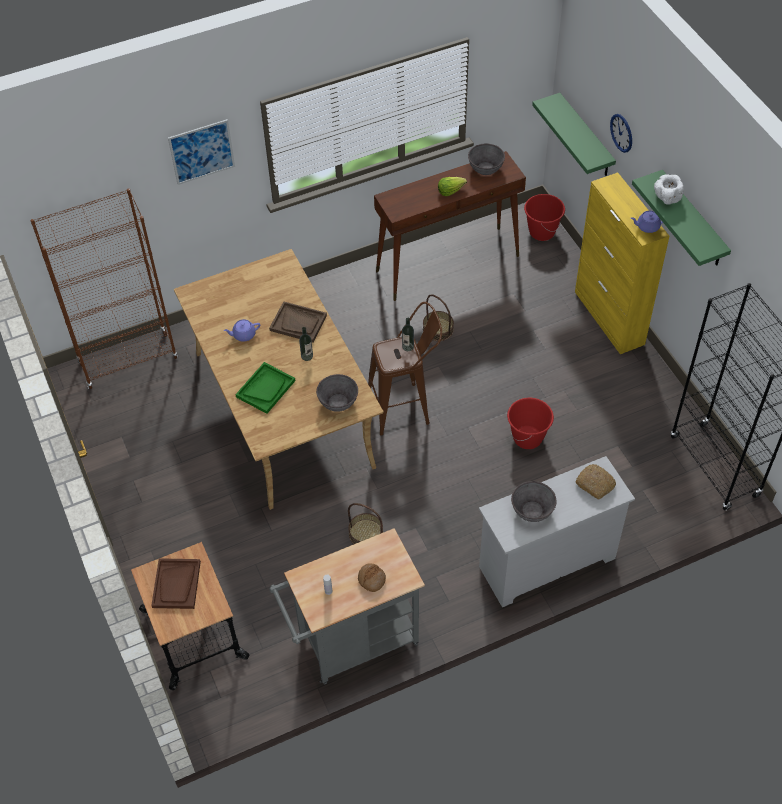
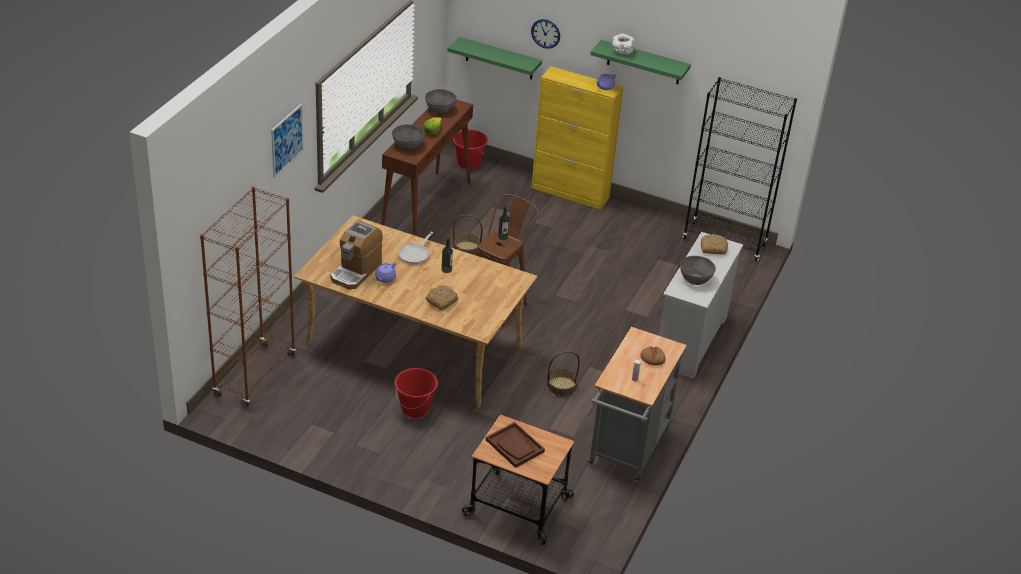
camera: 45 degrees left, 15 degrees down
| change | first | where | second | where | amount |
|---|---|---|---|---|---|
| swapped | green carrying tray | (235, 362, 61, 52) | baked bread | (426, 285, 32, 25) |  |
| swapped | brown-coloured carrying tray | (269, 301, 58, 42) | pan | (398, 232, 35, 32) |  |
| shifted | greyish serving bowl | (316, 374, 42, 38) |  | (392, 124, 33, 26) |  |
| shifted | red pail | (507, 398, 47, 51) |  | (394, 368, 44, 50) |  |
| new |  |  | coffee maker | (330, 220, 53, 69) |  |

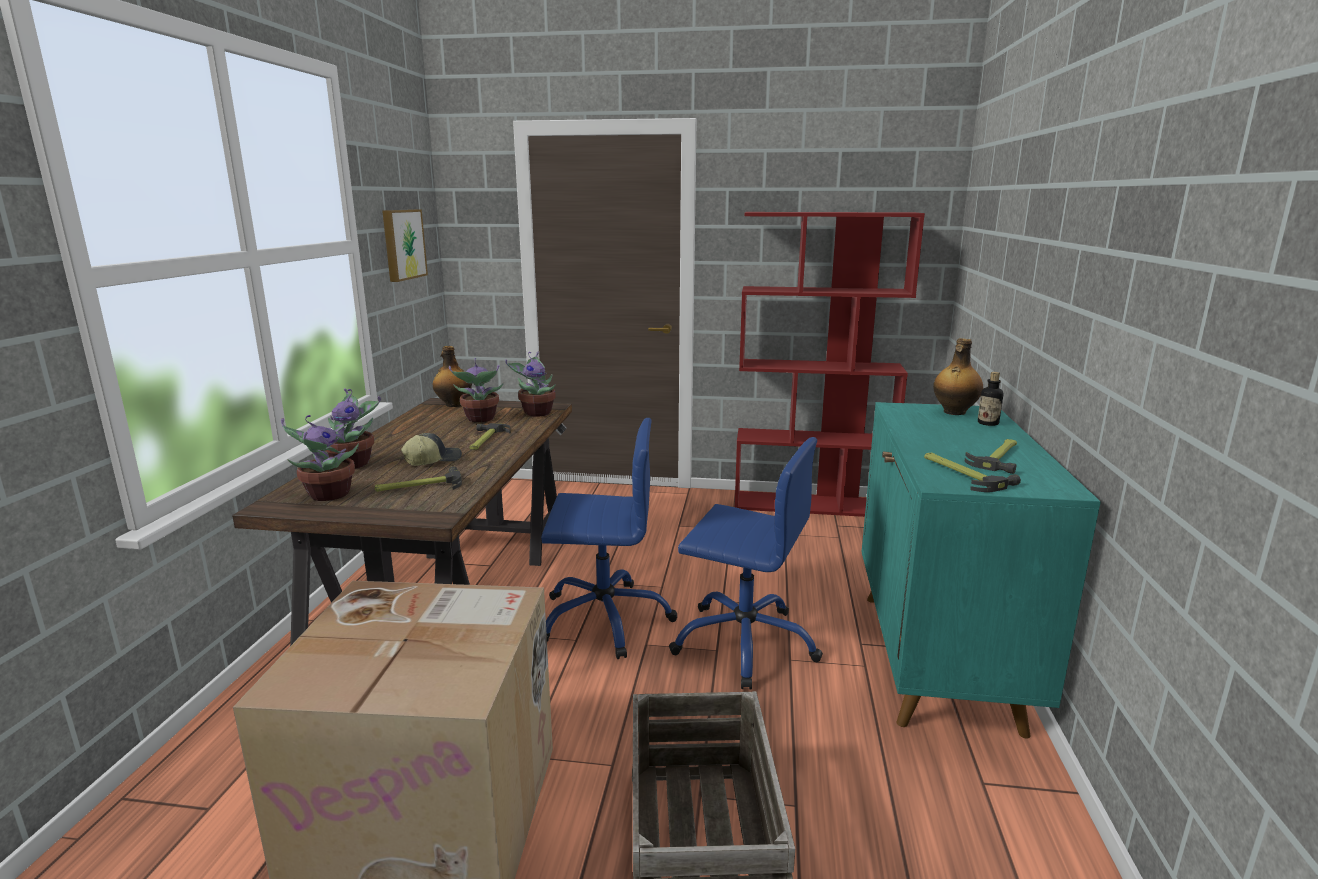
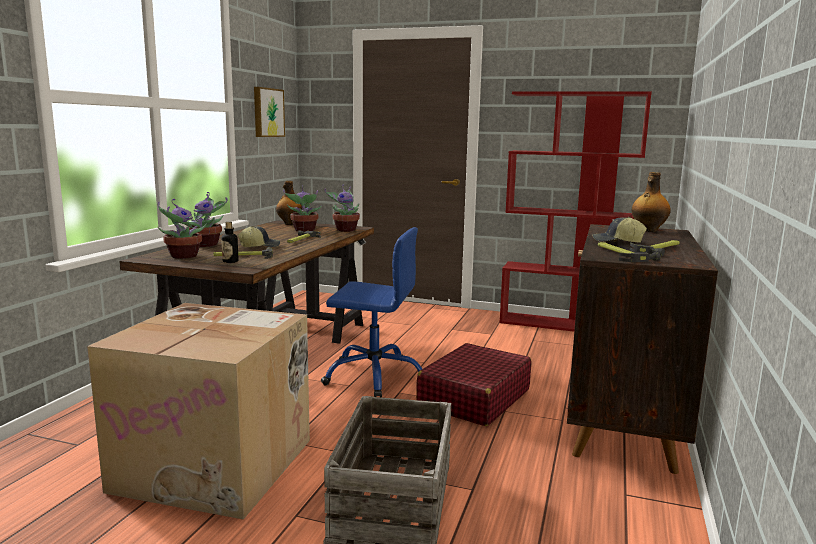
camera: 10 degrees right, 5 degrees down
| change | first | where | second | where | amount |
|---|---|---|---|---|---|
| swapped | bluish computer chair | (669, 437, 154, 253) | red suitcase | (416, 343, 115, 83) |  |
| repainted | turquoise-coloured storage cabinet | (862, 402, 239, 337) | brown-coloured storage cabinet | (567, 224, 151, 250) |  |
| shifted | drink bottle | (978, 372, 25, 54) |  | (221, 222, 17, 41) |  |
| new |  |  | peaked cap | (592, 217, 55, 26) |  |

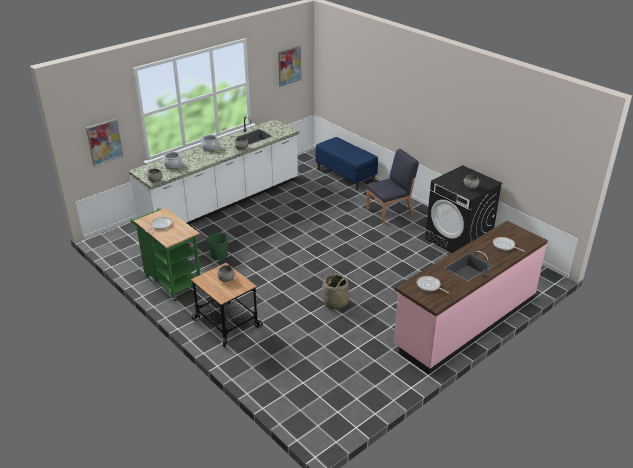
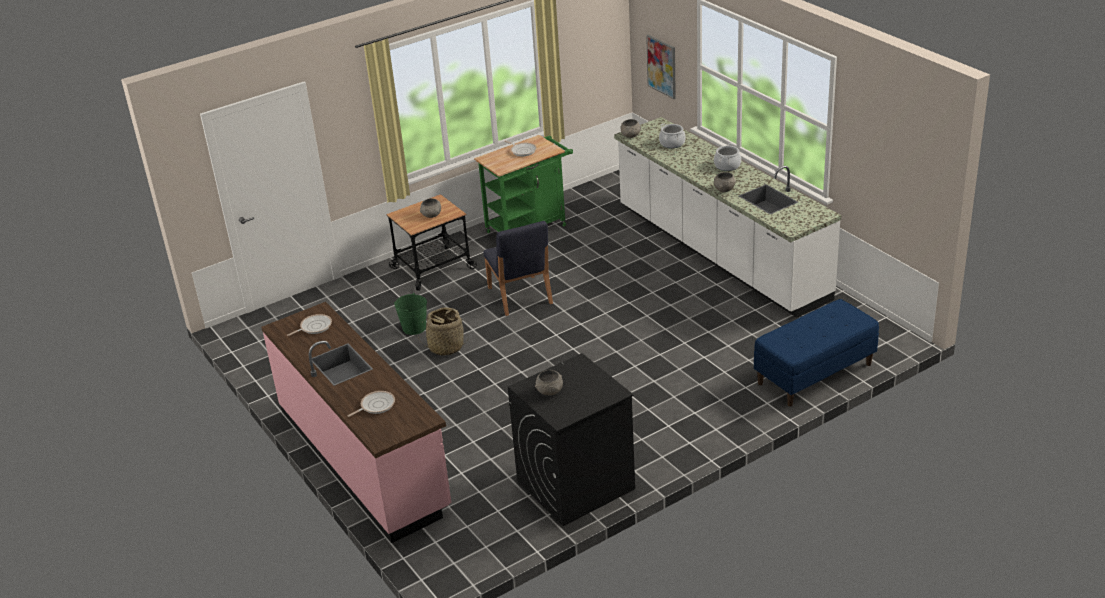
camera: 100 degrees right, 0 degrees up
| change | first | where | second | where | amount |
|---|---|---|---|---|---|
| shifted | green pail | (206, 233, 23, 27) |  | (394, 293, 33, 42) |  |
| gone | wall art | (278, 46, 23, 41) |  |  |  |
| shifted | bluish plain chair | (366, 149, 53, 75) |  | (483, 221, 70, 95) |  |

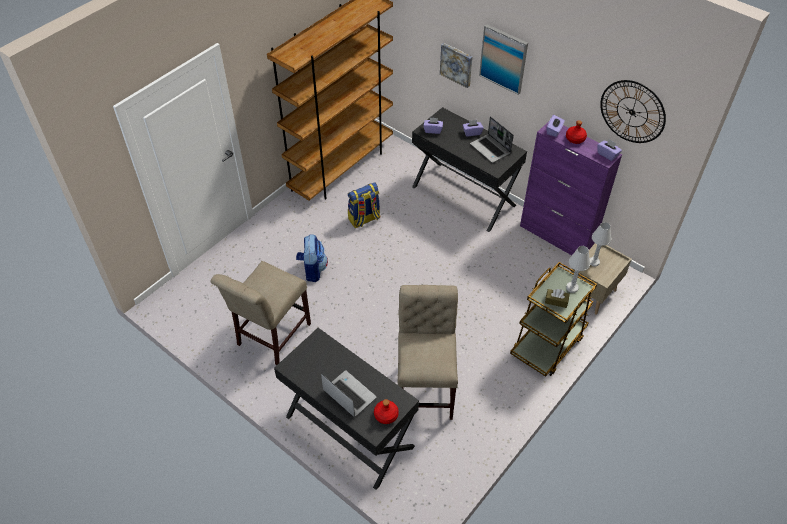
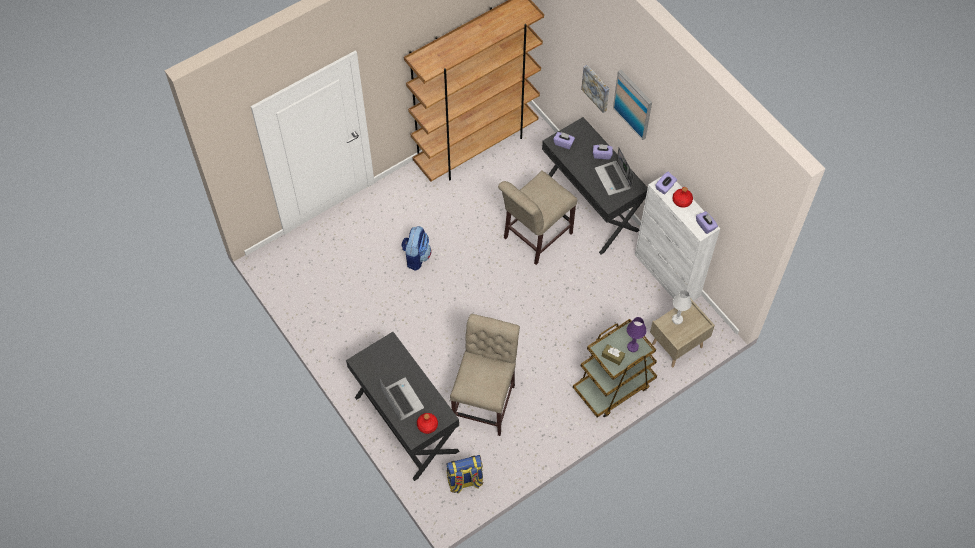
camera: 15 degrees right, 10 degrees up
| change | first | where | second | where | amount |
|---|---|---|---|---|---|
| shifted | beige-coloured plain chair | (211, 261, 100, 104) |  | (498, 170, 79, 95) |  |
| shifted | backpack | (348, 182, 32, 46) |  | (446, 455, 38, 39) |  |
| repainted | purple-coloured storage cabinet | (520, 122, 102, 133) | white storage cabinet | (635, 176, 85, 125) |  |
| repainted | white lamp for a table | (566, 246, 24, 47) | purple-coloured lamp for a table | (627, 317, 20, 35) |  |
| gone | hanging clock | (600, 80, 66, 63) |  |  |  |

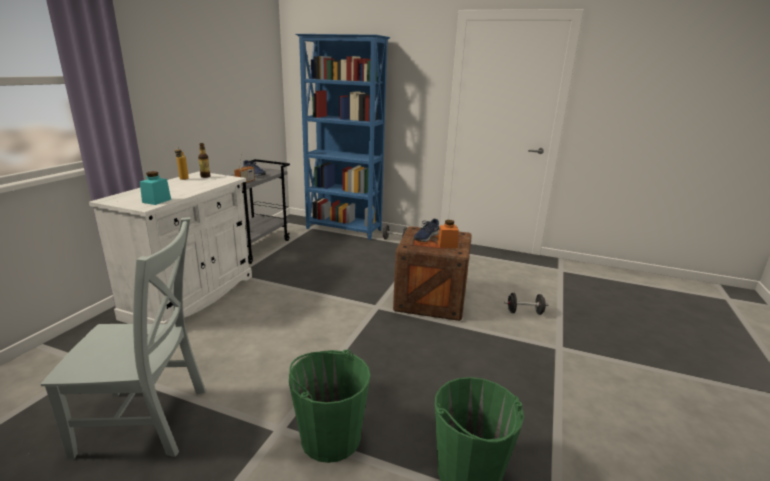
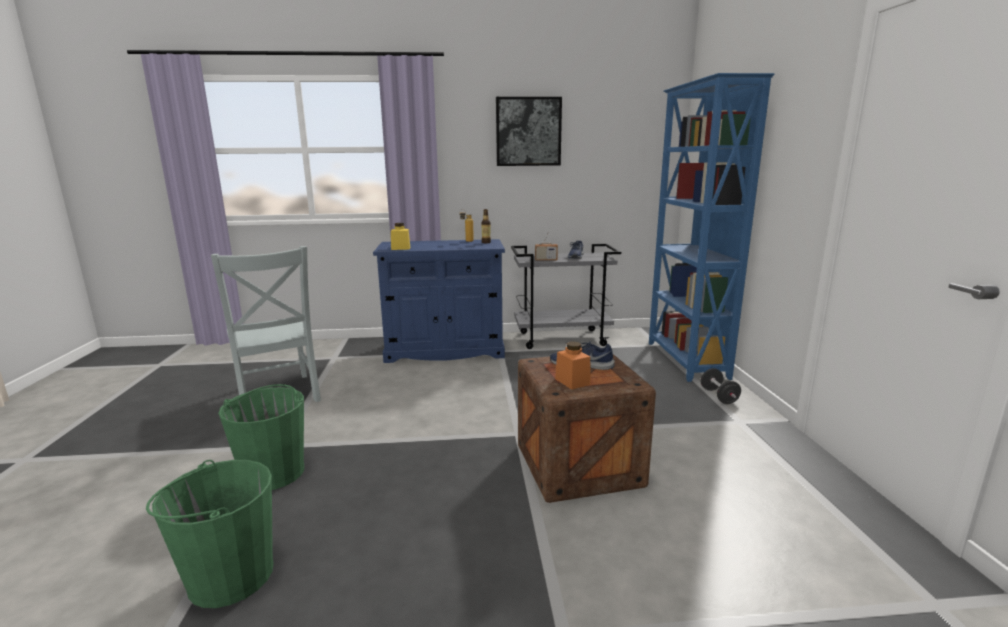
camera: 65 degrees right, 5 degrees down
| change | first | where | second | where | amount |
|---|---|---|---|---|---|
| repainted | white storage cabinet | (89, 171, 163, 153) | bluish storage cabinet | (373, 239, 132, 124) |  |
| repainted | turquoise-coloured preserve jar | (140, 171, 31, 34) | yellow-coloured preserve jar | (391, 223, 19, 27) |  |
| gone | blackish dumbbell | (504, 293, 44, 22) |  |  |  |
| new |  |  | wall art | (496, 97, 66, 69) |  |

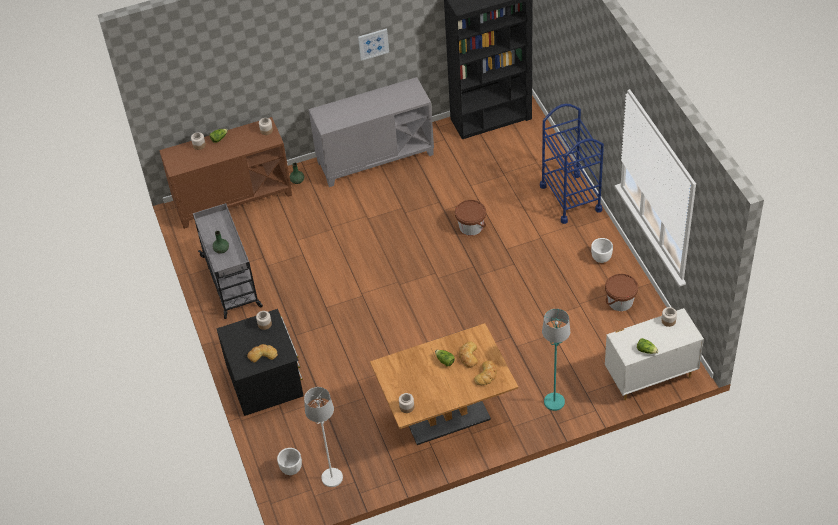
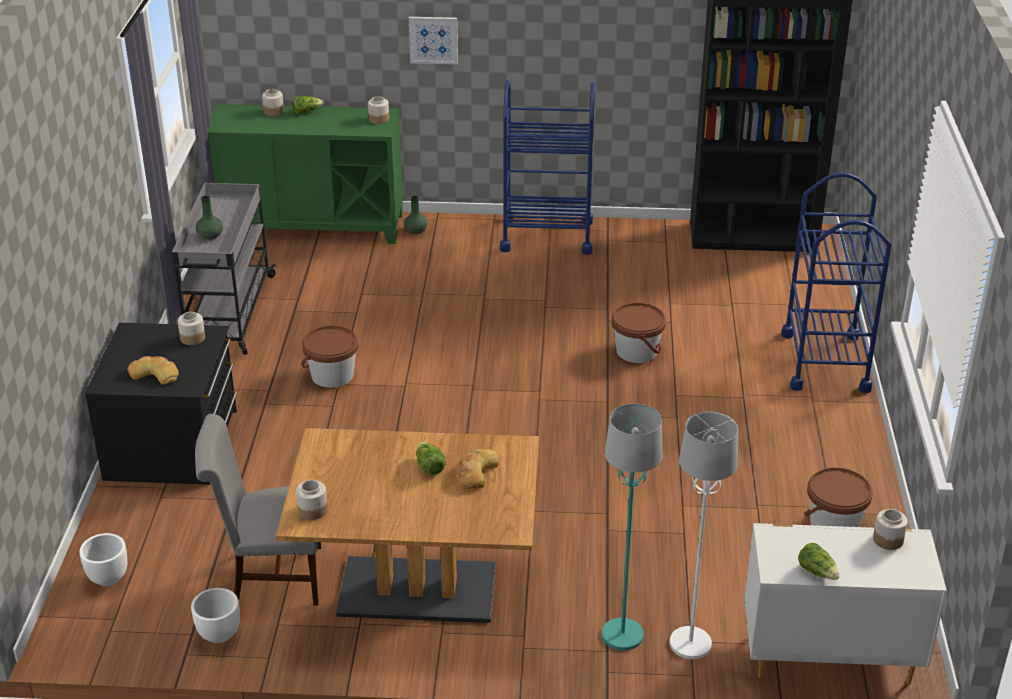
camera: 20 degrees right, 15 degrees down
| change | first | where | second | where | amount |
|---|---|---|---|---|---|
| repainted | brown-coloured storage cabinet | (159, 117, 133, 112) | green storage cabinet | (207, 104, 196, 140) |  |
| shifted | white standing lamp | (304, 387, 39, 100) |  | (670, 411, 68, 248) |  |
| swapped | greyish storage cabinet | (309, 77, 125, 110) | bluish wheeled cart | (500, 80, 95, 175) |  |
| shifted | wall art | (358, 29, 31, 32) |  | (409, 17, 49, 47) |  |
| gone | baked bread | (474, 361, 23, 24) |  |  |  |
| shifted | white planter | (591, 238, 22, 25) |  | (191, 588, 49, 55) |  |
| new |  |  | greyish plain chair | (195, 414, 126, 192) |  |
| new |  |  | brown-coloured pail | (301, 325, 57, 63) |  |

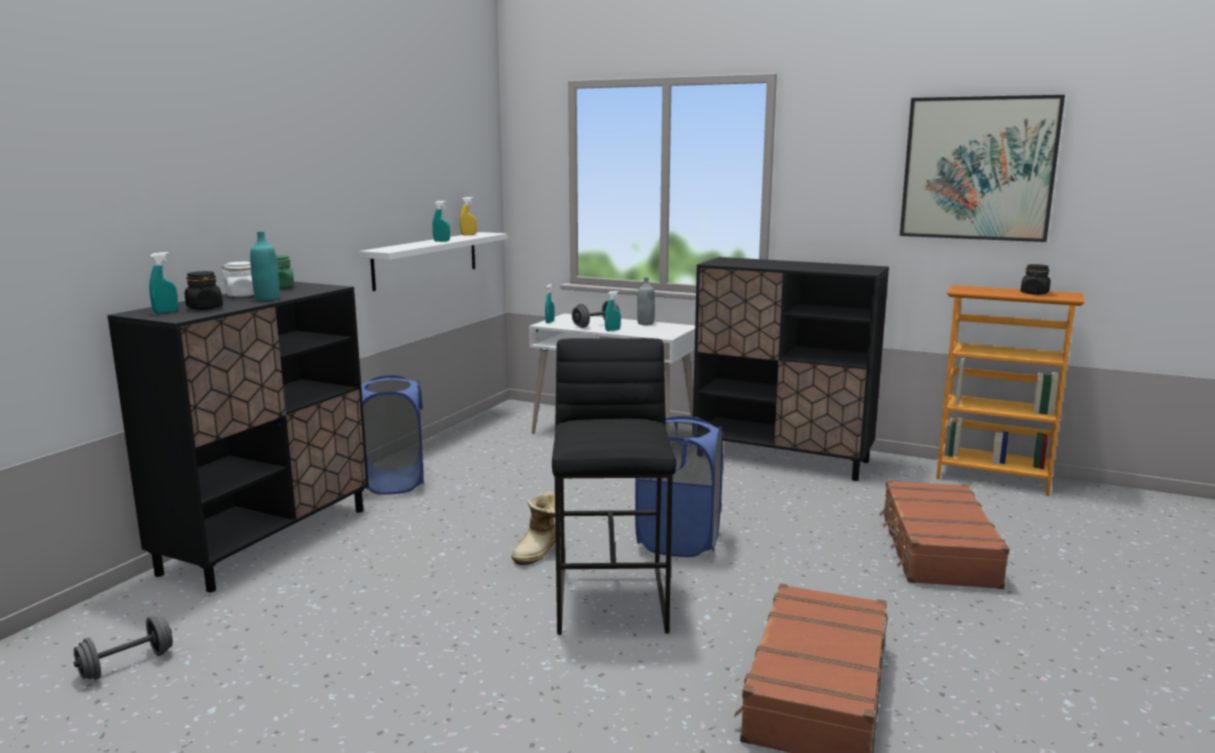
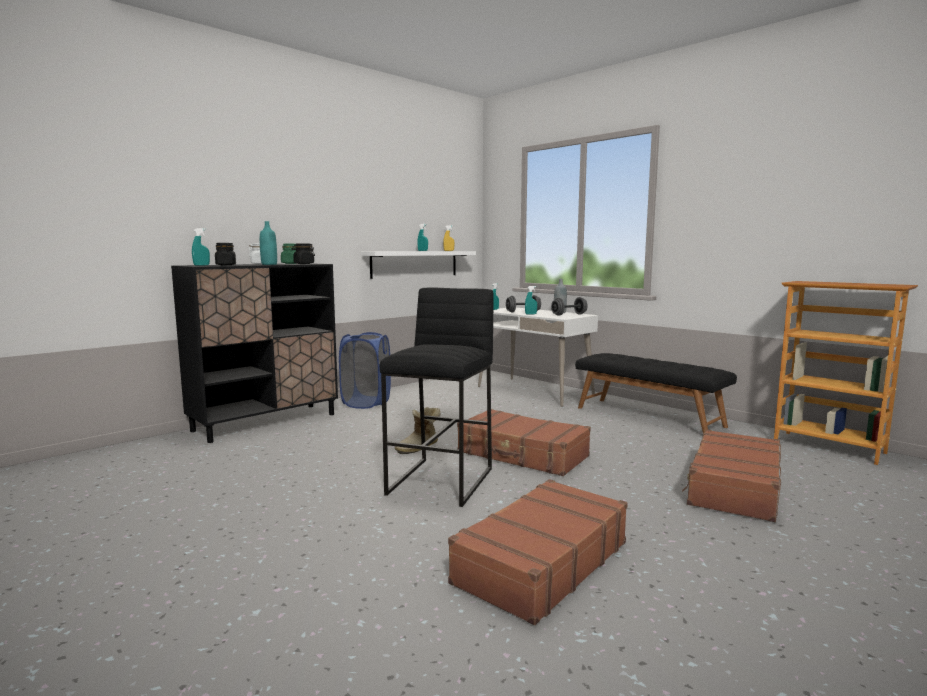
camera: 20 degrees right, 5 degrees down
| change | first | where | second | where | amount |
|---|---|---|---|---|---|
| shifted | greyish dumbbell | (74, 616, 99, 64) |  | (551, 297, 37, 19) |  |
| swapped | bluish washing basket | (635, 416, 88, 141) | brown-coloured suitcase | (457, 409, 134, 67) |  |
| swapped | blackish storage cabinet | (693, 257, 196, 224) | blackish indoor bench | (575, 353, 162, 80) |  |
| gone | wall art | (900, 95, 165, 147) |  |  |  |
| shifted | blackish preserve jar | (1021, 264, 29, 31) |  | (292, 243, 23, 21) |  |

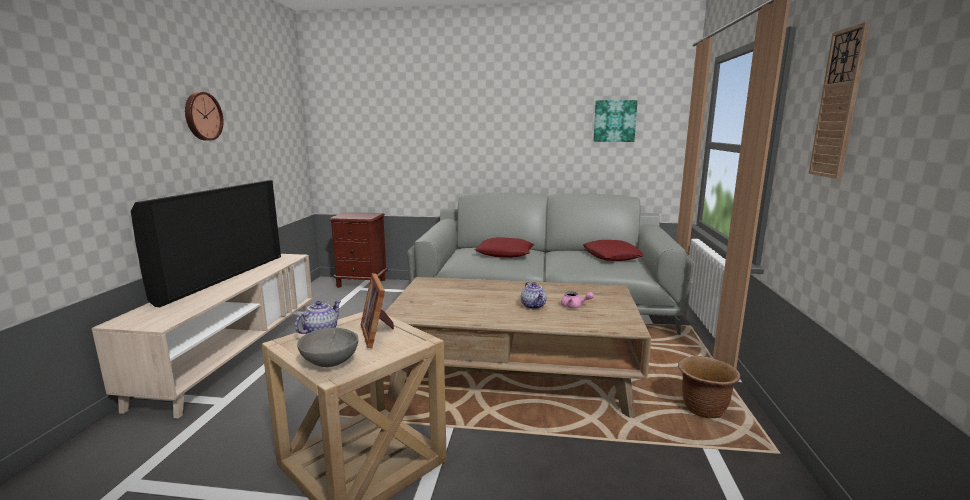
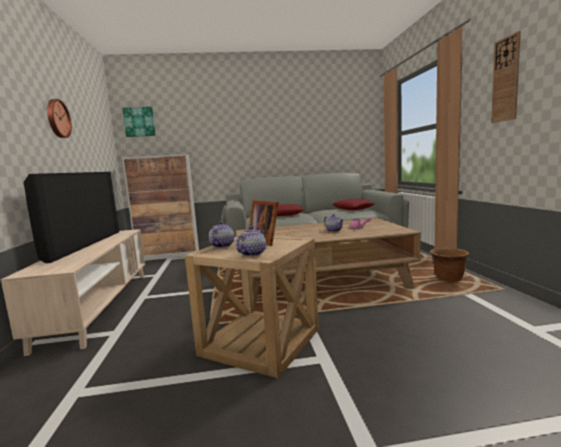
camera: 15 degrees left, 5 degrees down
| change | first | where | second | where | amount |
|---|---|---|---|---|---|
| swapped | greyish serving bowl | (297, 328, 61, 39) | pot for tea | (236, 226, 30, 30) |  |
| swapped | brown-coloured bedside table | (329, 212, 59, 76) | storage cabinet | (122, 154, 77, 107) |  |
| shifted | wall art | (593, 100, 45, 42) |  | (122, 107, 34, 30) |  |

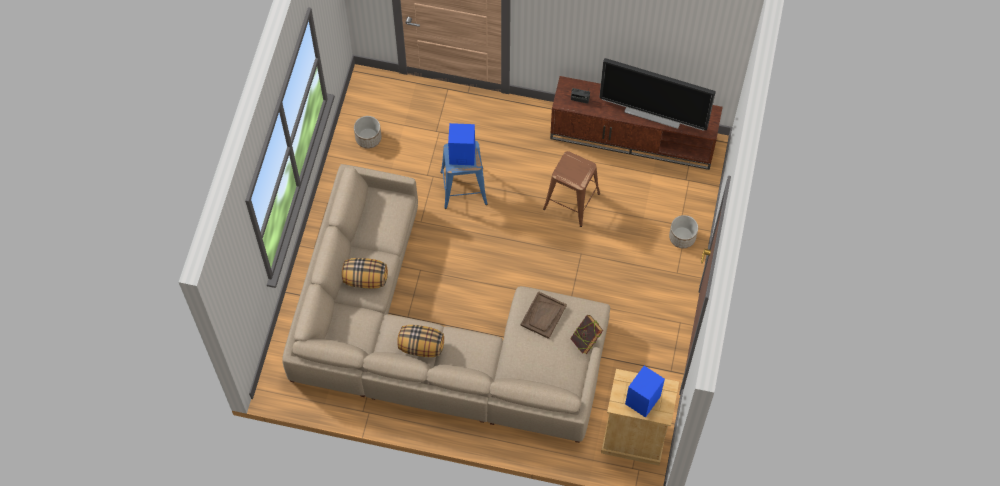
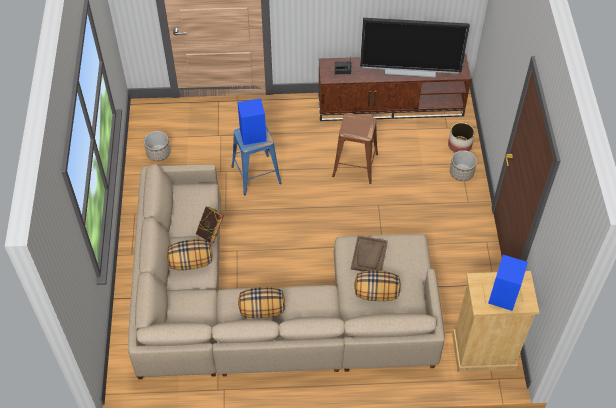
camera: 15 degrees left, 10 degrees down
| change | first | where | second | where | amount |
|---|---|---|---|---|---|
| shifted | bound book | (570, 315, 33, 39) |  | (196, 207, 28, 36) |  |
| new |  |  | throw pillow | (354, 271, 47, 30) |  |
| new |  |  | planter | (448, 123, 27, 30) |  |

